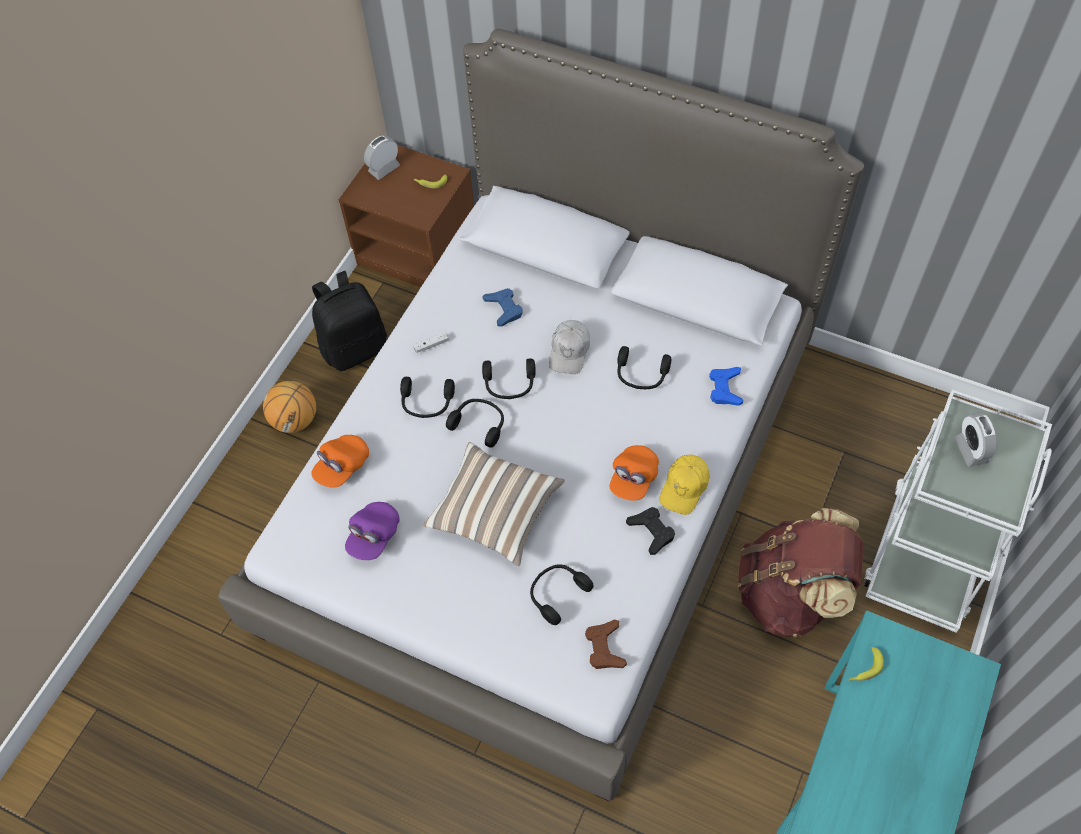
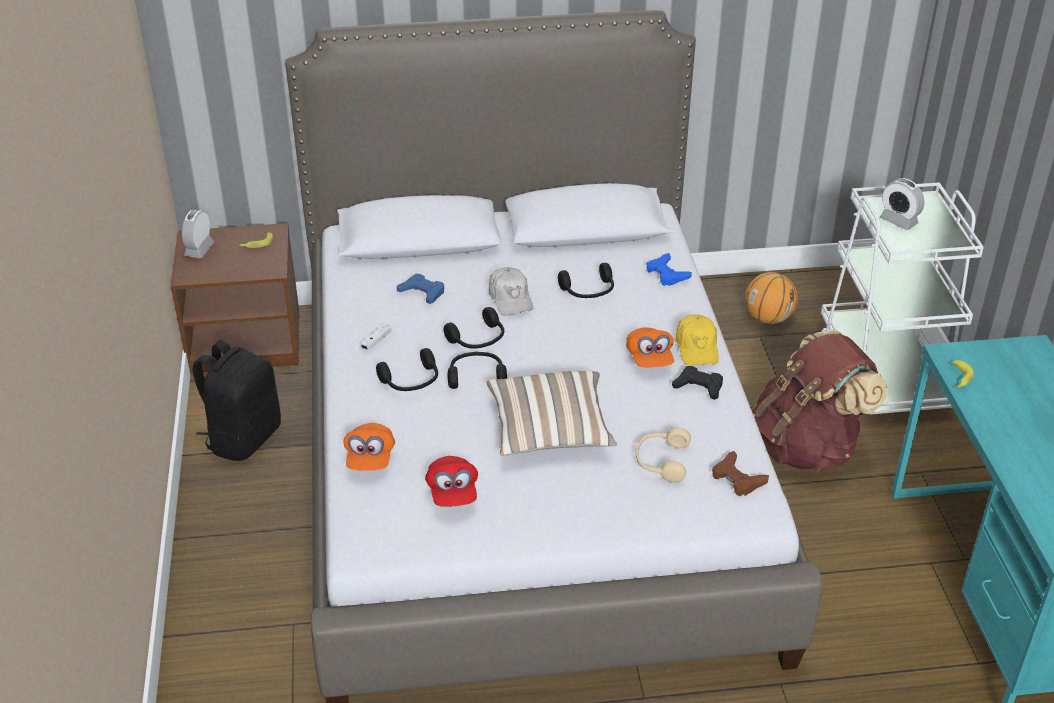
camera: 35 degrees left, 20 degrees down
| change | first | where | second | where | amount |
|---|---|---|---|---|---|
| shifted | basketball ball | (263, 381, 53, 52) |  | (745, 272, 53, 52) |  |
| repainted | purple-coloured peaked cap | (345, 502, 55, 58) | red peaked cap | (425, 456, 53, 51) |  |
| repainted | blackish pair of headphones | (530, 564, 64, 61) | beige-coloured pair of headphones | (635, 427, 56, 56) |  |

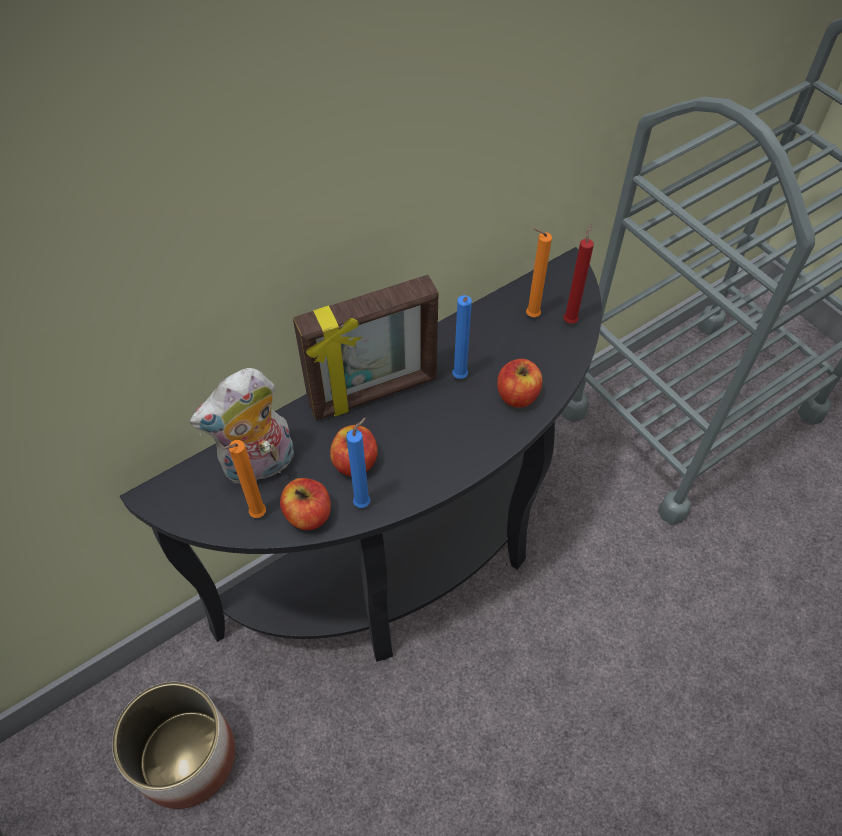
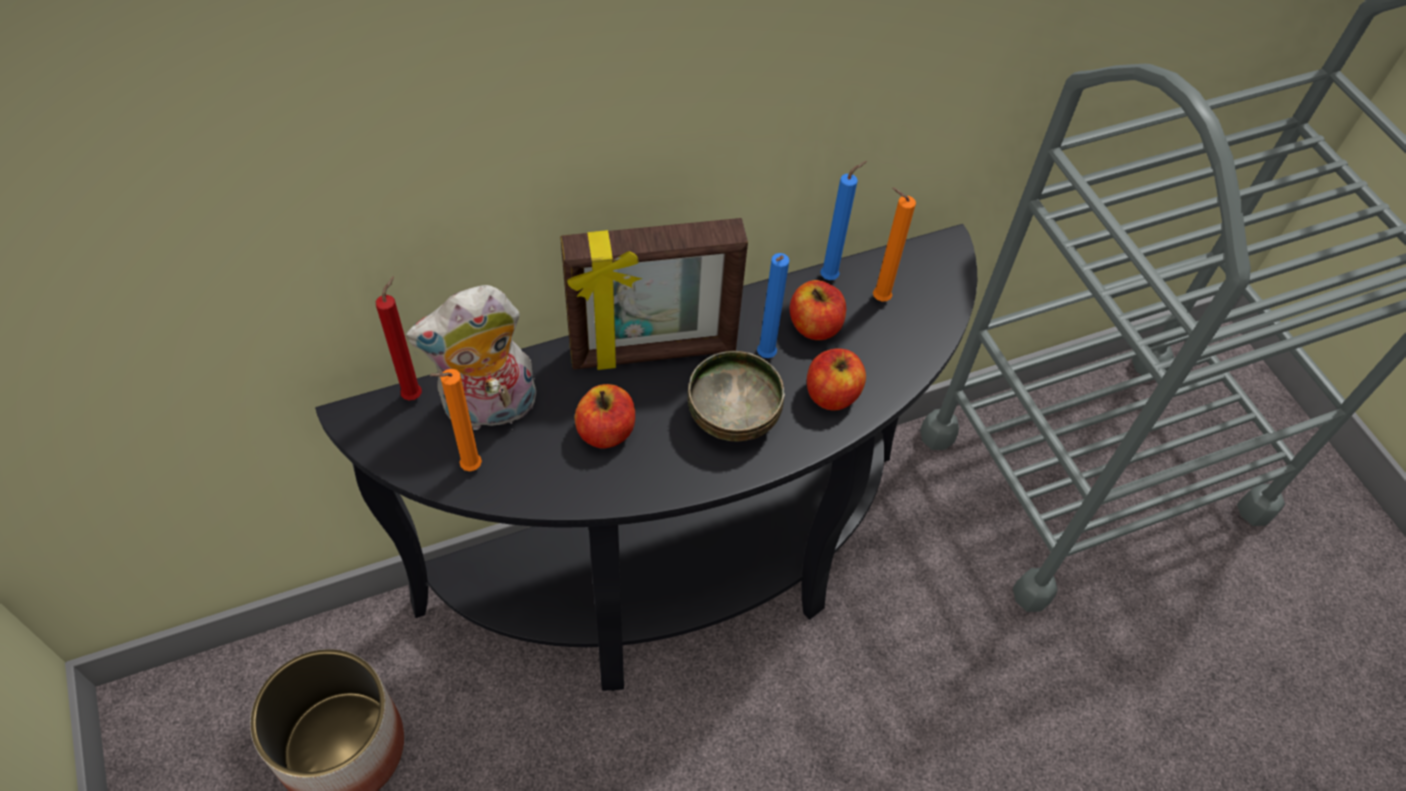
camera: 10 degrees right, 0 degrees up
| change | first | where | second | where | amount |
|---|---|---|---|---|---|
| shifted | apple | (280, 478, 51, 52) |  | (790, 280, 56, 60) |  |
| shifted | bluish wax candle | (346, 417, 25, 91) |  | (820, 161, 47, 119) |  |
| shifted | red wax candle | (564, 224, 30, 100) |  | (376, 276, 46, 125) |  |
| new |  |  | serving bowl | (688, 351, 97, 90) |  |

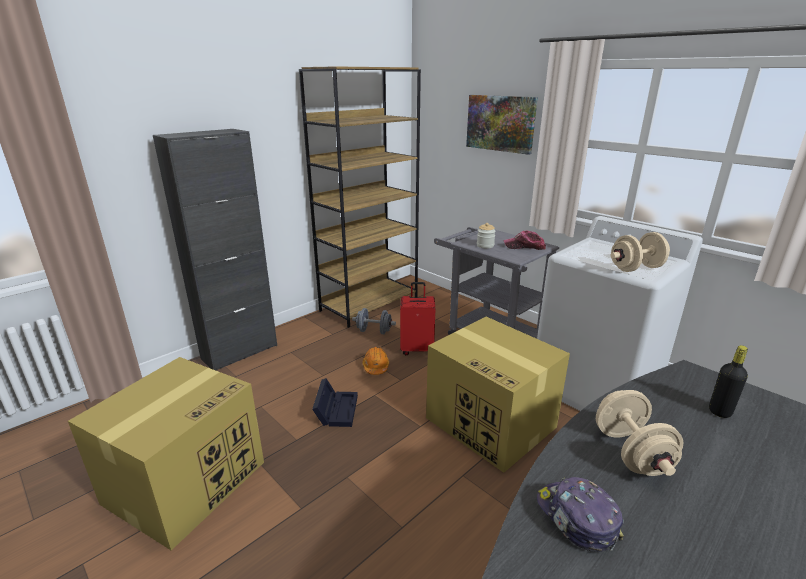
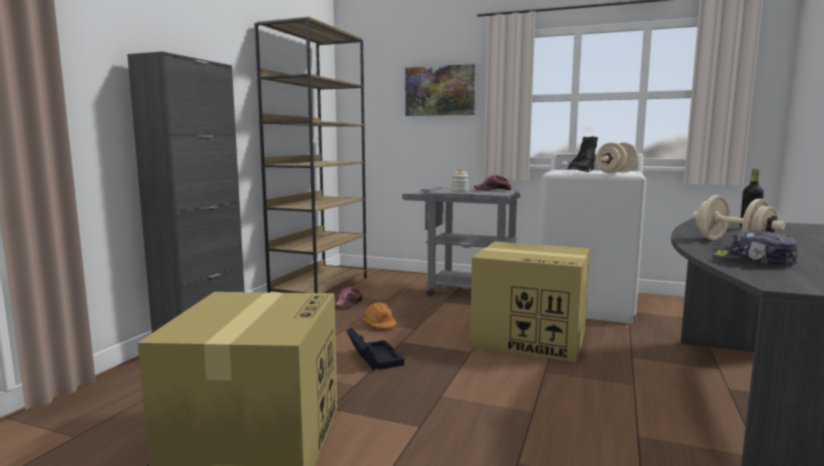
camera: 25 degrees left, 15 degrees down
| change | first | where | second | where | amount |
|---|---|---|---|---|---|
| swapped | greyish dumbbell | (352, 308, 44, 26) | peaked cap | (335, 287, 28, 22) |  |
| gone | red suitcase | (400, 282, 35, 73) |  |  |  |
| new |  |  | blackish high-top boot | (567, 136, 31, 36) |  |

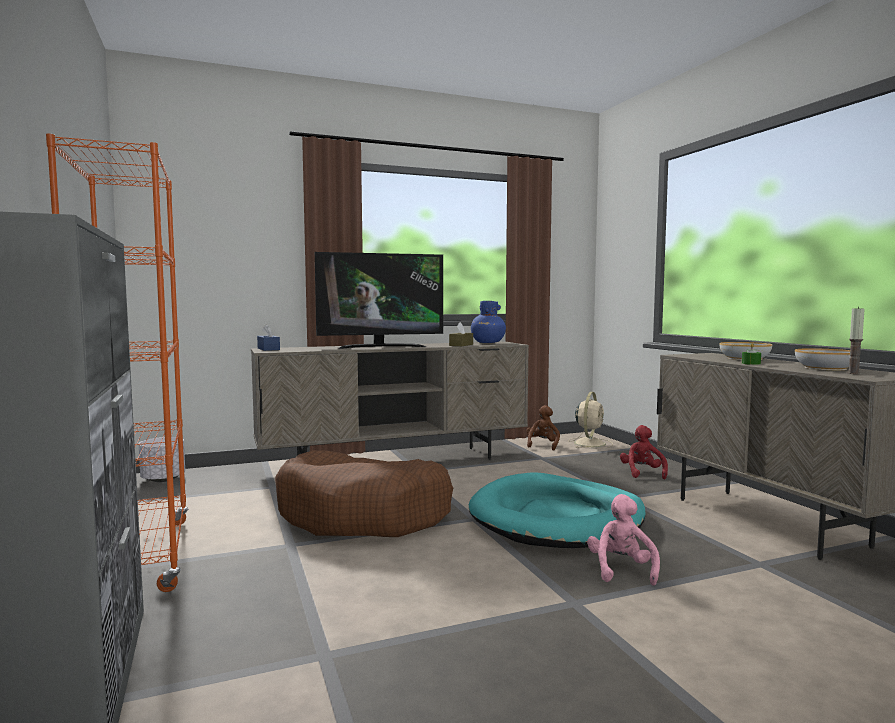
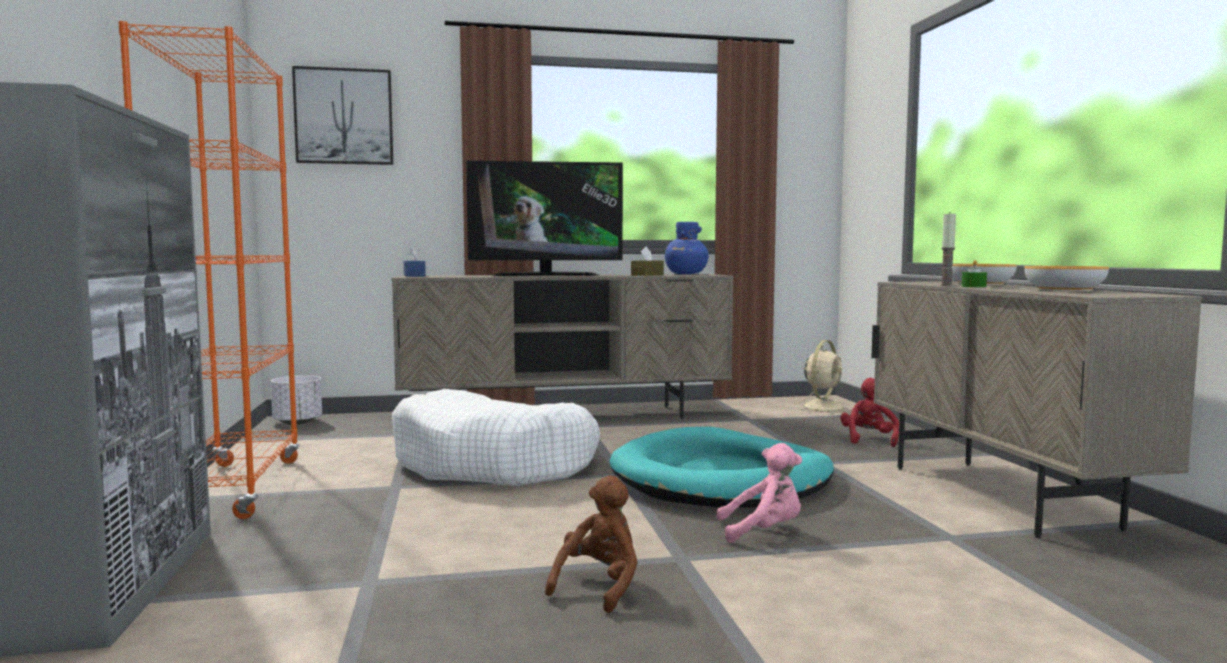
camera: 10 degrees right, 0 degrees up
| change | first | where | second | where | amount |
|---|---|---|---|---|---|
| repainted | brown-coloured dog bed | (275, 450, 178, 87) | white dog bed | (392, 389, 208, 97) |  |
| shifted | brown-coloured cuddly toy | (526, 405, 34, 46) |  | (545, 475, 92, 138) |  |
| rotated | pinkish cuddly toy | (587, 494, 73, 92) |  | (717, 443, 85, 100) | 75 degrees clockwise |
| shifted | wax candle | (847, 306, 18, 68) |  | (940, 213, 16, 73) |  |
| new |  |  | wall art | (292, 66, 101, 99) |  |

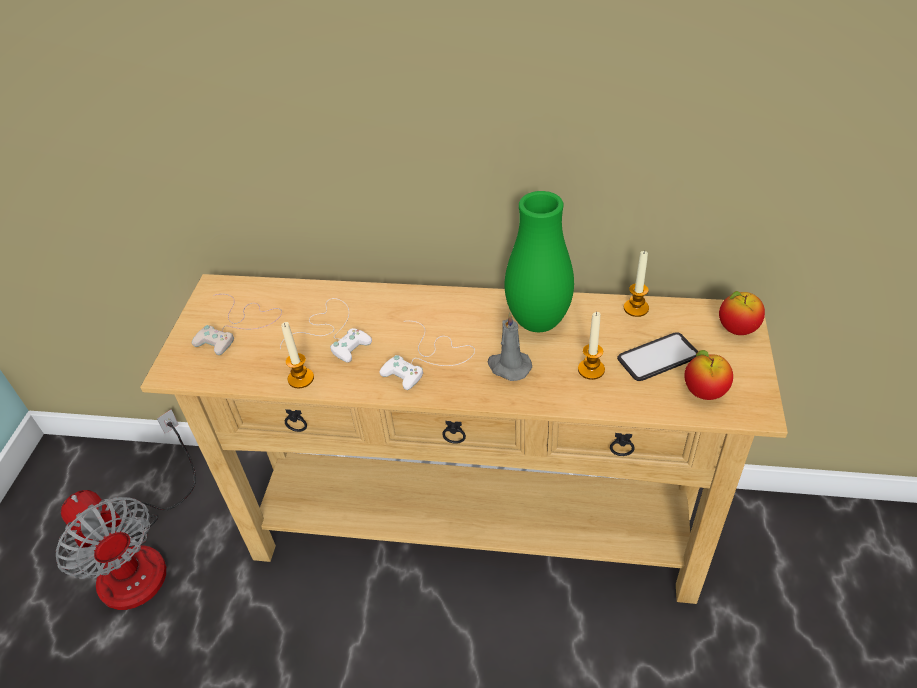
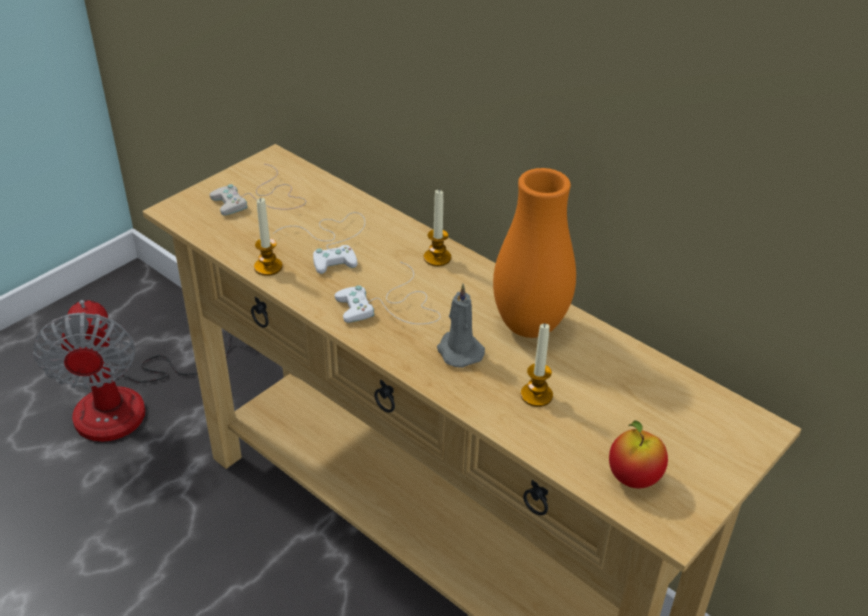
camera: 30 degrees right, 5 degrees down
| change | first | where | second | where | amount |
|---|---|---|---|---|---|
| repainted | green flower vase | (505, 191, 69, 141) | orangey flower vase | (493, 168, 83, 170) |  |
| gone | handset | (617, 332, 81, 49) |  |  |  |
| shifted | wax candle | (624, 250, 25, 67) |  | (424, 190, 27, 76) |  |
| gone | apple | (719, 291, 46, 44) |  |  |  |

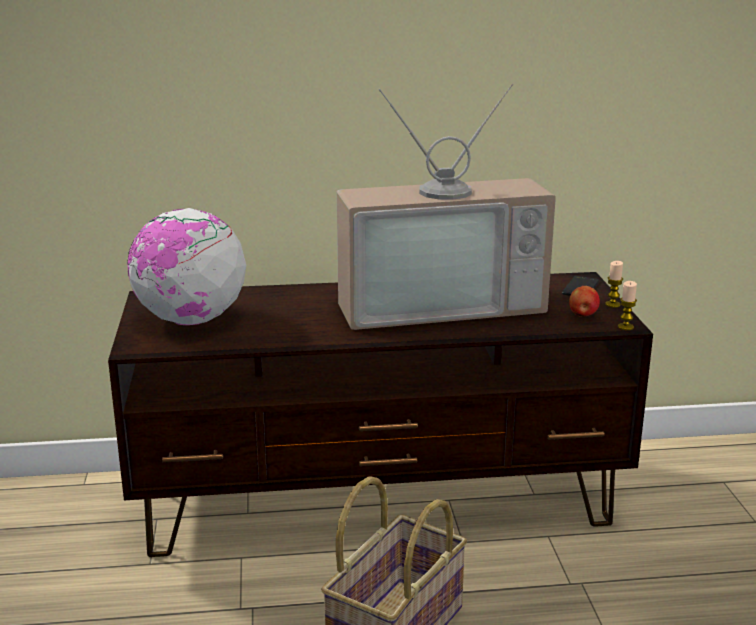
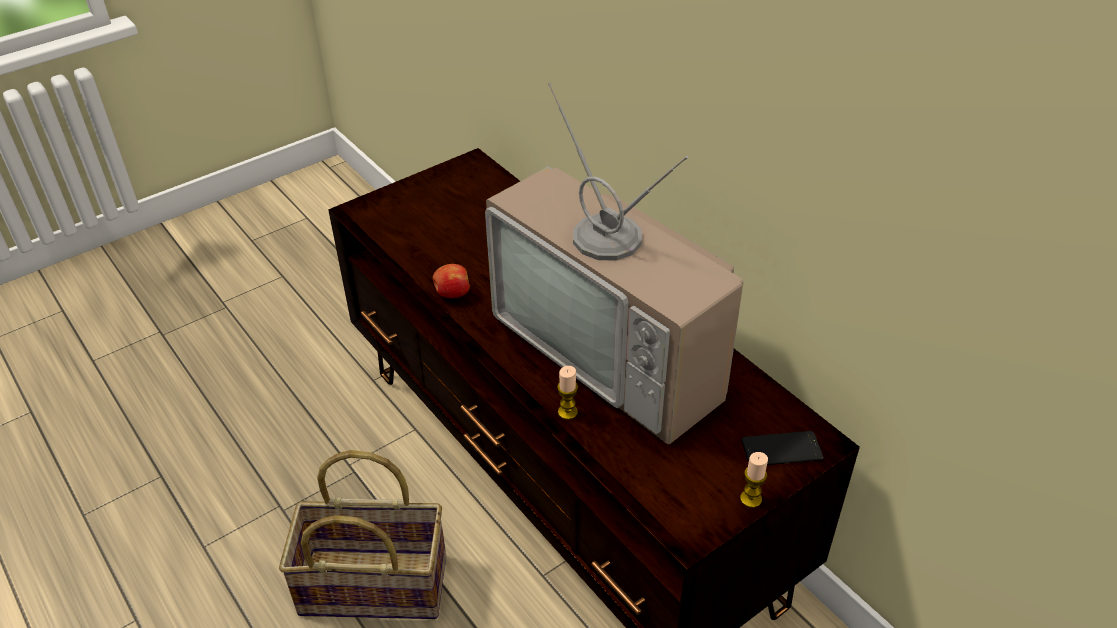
camera: 60 degrees right, 20 degrees up
| change | first | where | second | where | amount |
|---|---|---|---|---|---|
| gone | world globe | (127, 208, 119, 117) |  |  |  |
| shifted | apple | (569, 286, 31, 31) |  | (433, 264, 37, 34) |  |
| shifted | wax candle | (618, 281, 19, 49) |  | (557, 366, 21, 54) |  |

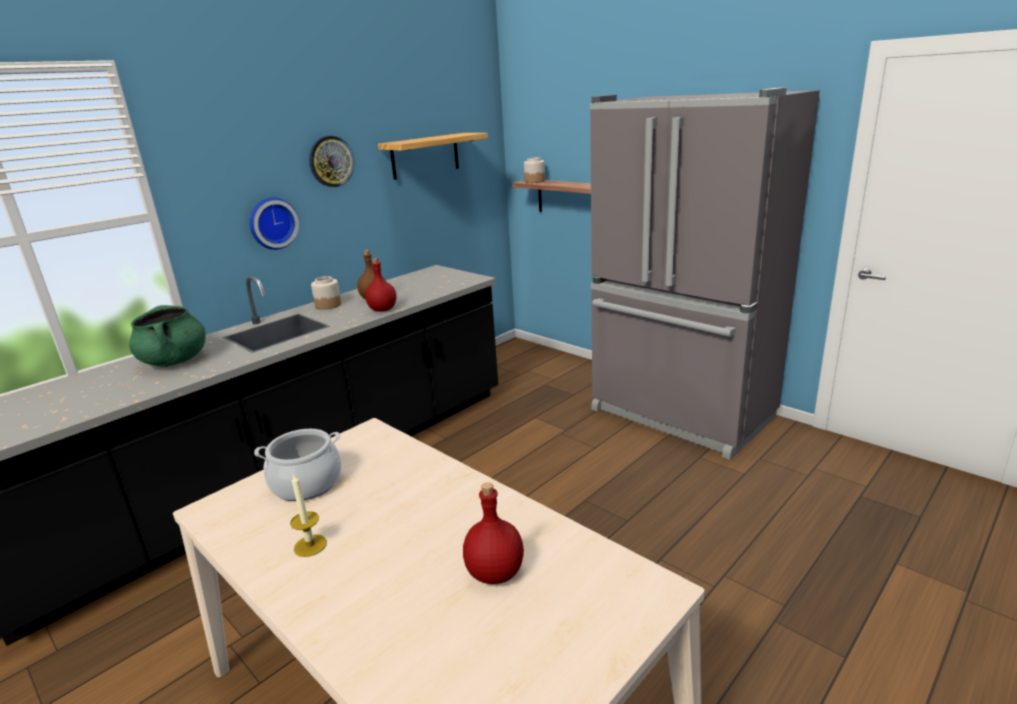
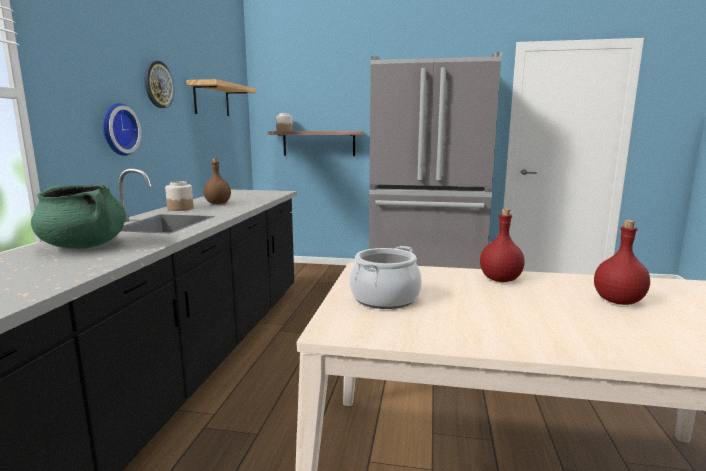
camera: 35 degrees left, 10 degrees down
| change | first | where | second | where | amount |
|---|---|---|---|---|---|
| gone | wax candle | (290, 474, 37, 83) |  |  |  |
| shifted | red drink bottle | (365, 258, 31, 54) |  | (480, 208, 44, 74) |  |

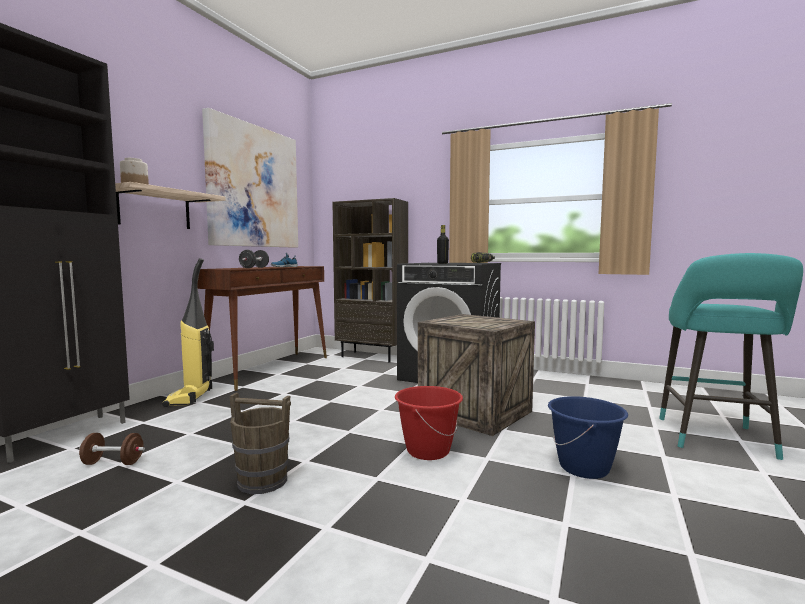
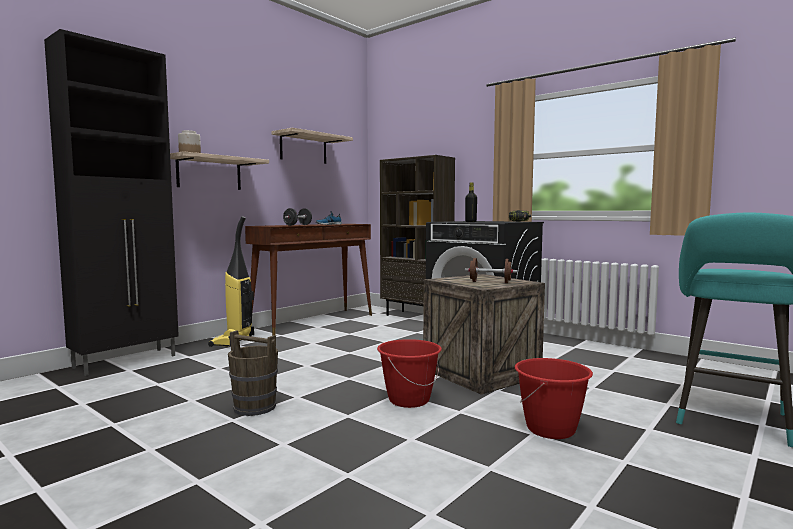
camera: 15 degrees right, 0 degrees up
| change | first | where | second | where | amount |
|---|---|---|---|---|---|
| shifted | brown-coloured dumbbell | (79, 433, 66, 32) |  | (465, 258, 52, 25) |  |
| swapped | wall art | (202, 108, 96, 139) | shelf | (271, 128, 82, 36) |  |
| repainted | bluish pail | (548, 396, 80, 83) | red pail | (515, 358, 78, 81) |  |

